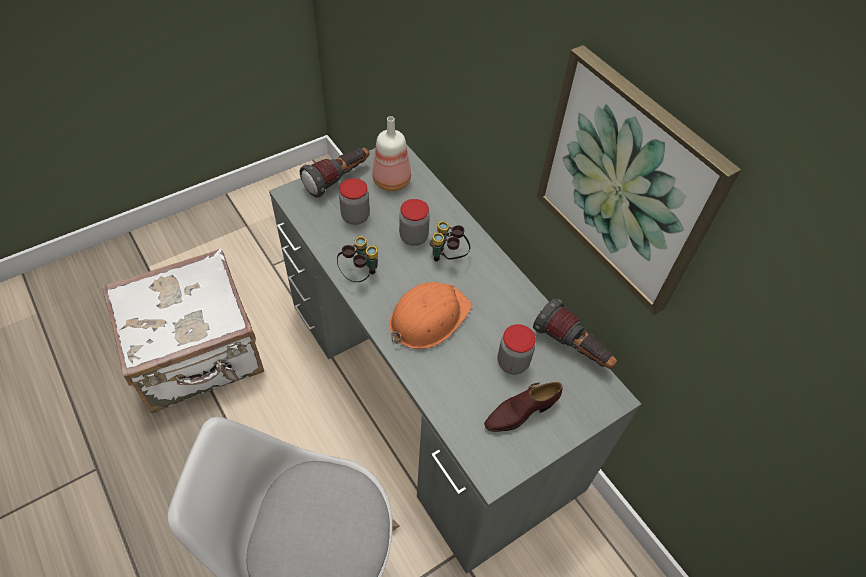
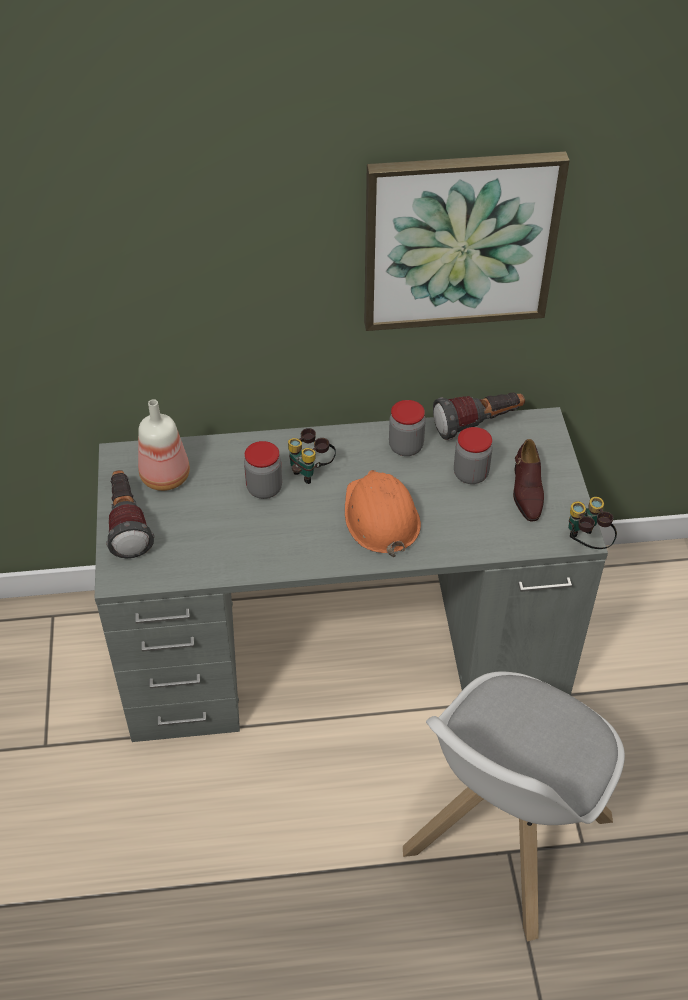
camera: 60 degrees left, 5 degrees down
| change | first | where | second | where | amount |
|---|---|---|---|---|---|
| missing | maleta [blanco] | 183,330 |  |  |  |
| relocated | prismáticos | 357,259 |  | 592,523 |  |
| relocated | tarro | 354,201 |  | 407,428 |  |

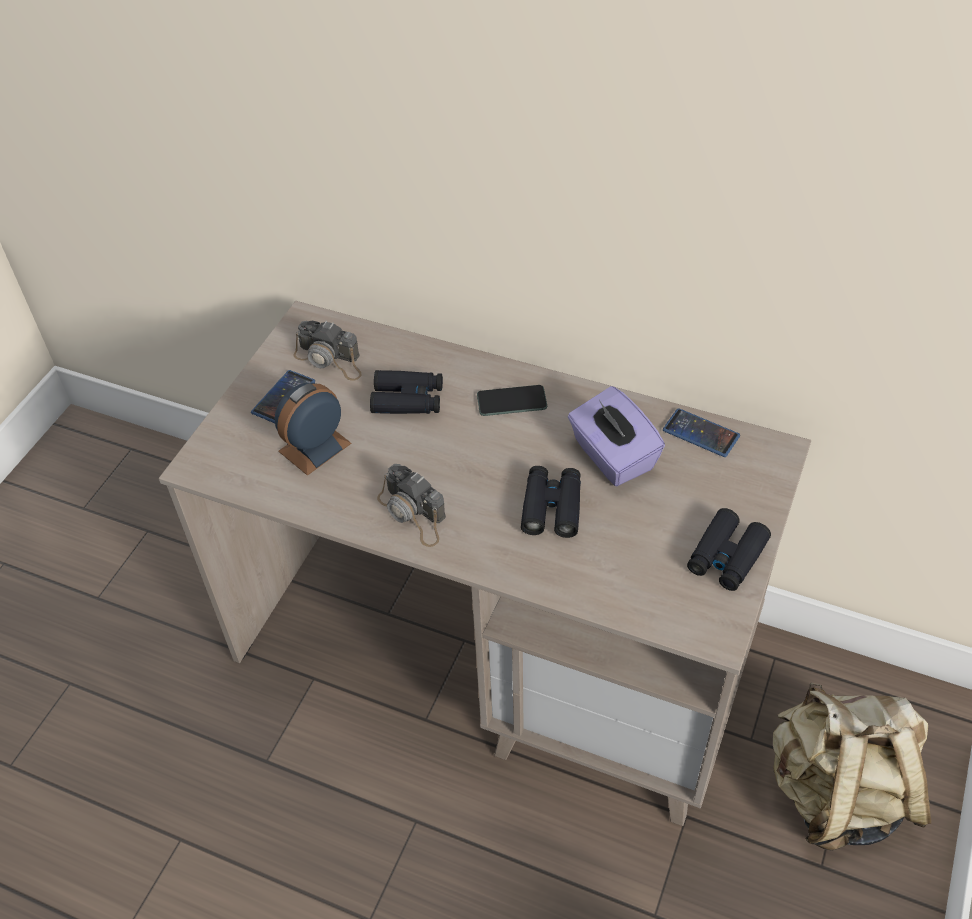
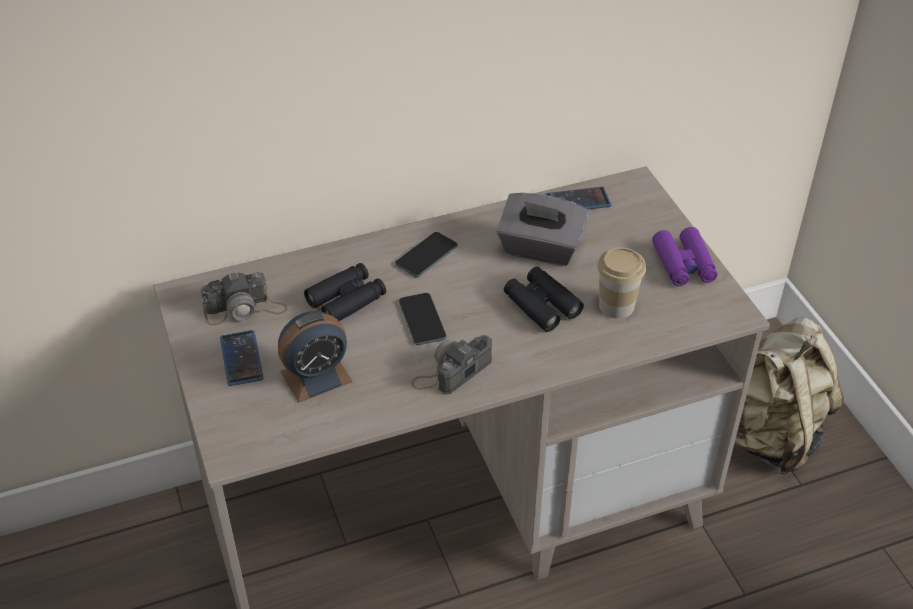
camera: 45 degrees left, 5 degrees down
| change | first | where | second | where | amount |
|---|---|---|---|---|---|
| spun | despertador | 313,429 |  | 315,357 | 120 degrees counterclockwise |
| spun | cámara | 411,505 |  | 451,365 | 135 degrees clockwise |
| colour | caja de pañuelos [morado] | 616,436 | caja de pañuelos [gris] | 543,229 |  |
| colour | prismáticos [negro] | 729,549 | prismáticos [morado] | 685,256 |  |
| appeared |  |  | móvil | 423,319 |  |
| appeared |  |  | taza | 621,283 |  |

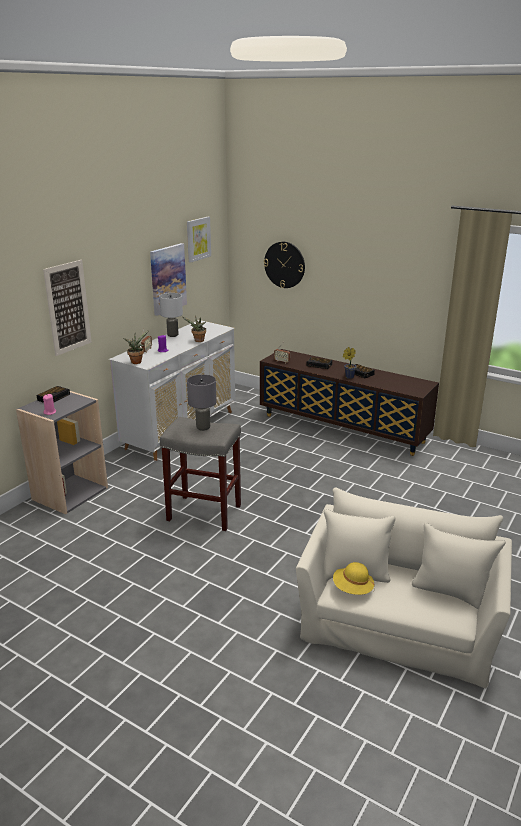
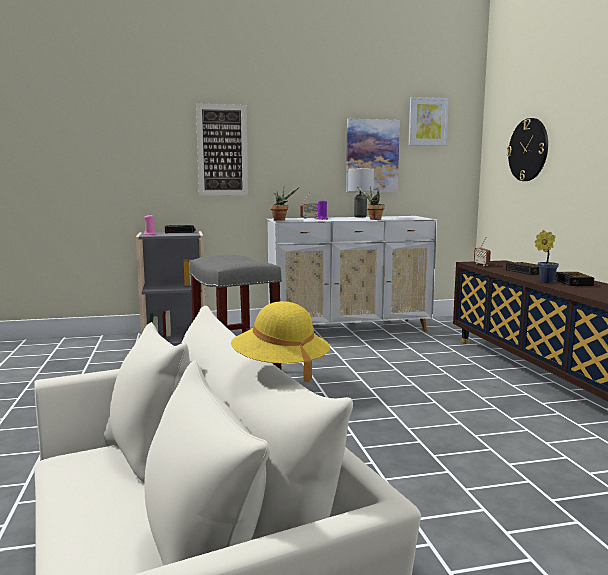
camera: 45 degrees right, 15 degrees down
| change | first | where | second | where | amount |
|---|---|---|---|---|---|
| missing | lámpara de mesa [gris] | 201,402 |  |  |  |
| relocated | sombrero [amarillo] | 354,578 |  | 280,342 |  |

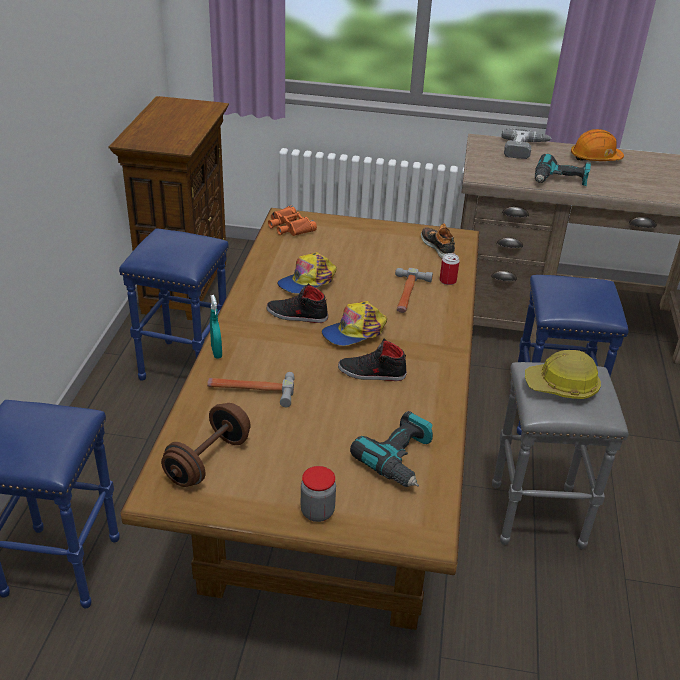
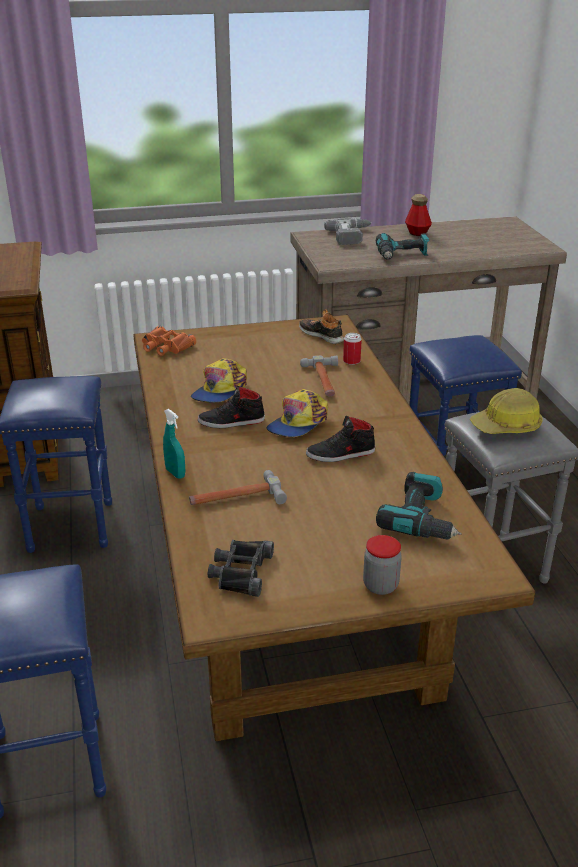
camera: 20 degrees left, 5 degrees down
| change | first | where | second | where | amount |
|---|---|---|---|---|---|
| exchanged | mancuerna [marrón] | 206,445 | prismáticos [negro] | 241,568 |  |
| exchanged | casco [naranja] | 597,145 | botella | 418,215 |  |

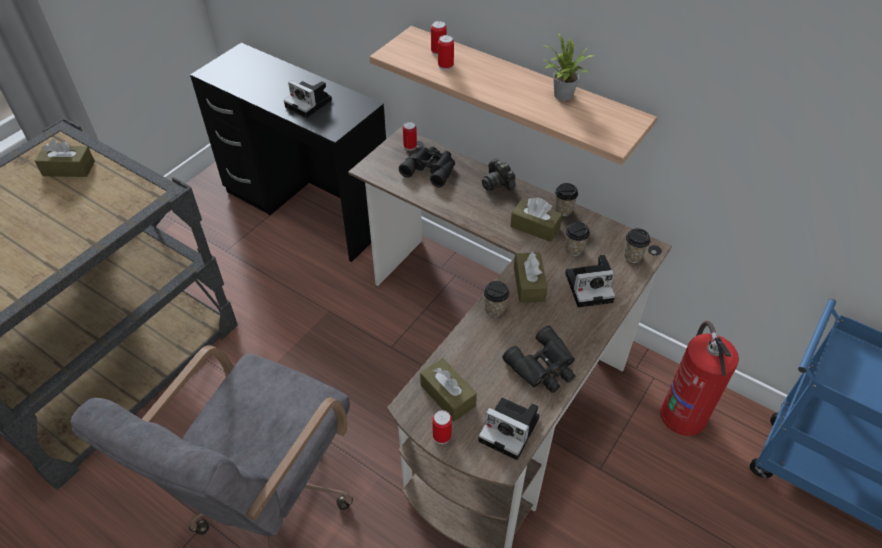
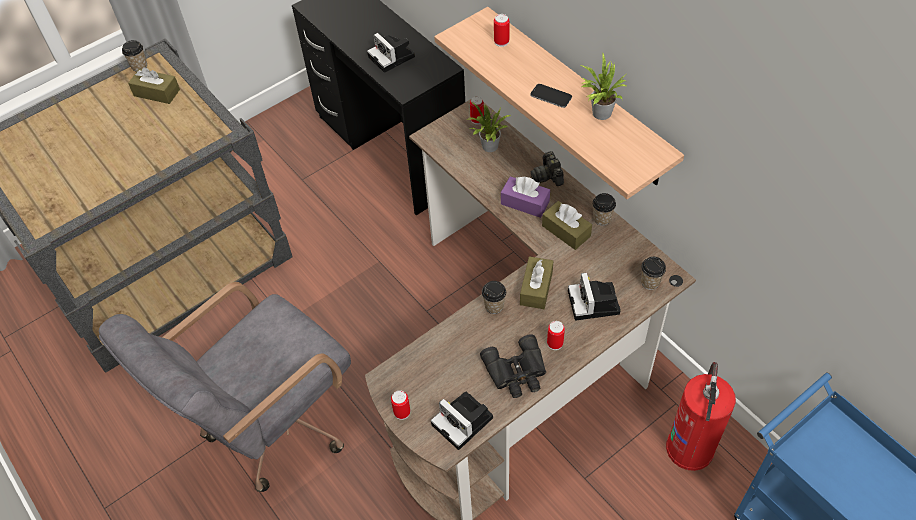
camera: 20 degrees right, 5 degrees up
| change | first | where | second | where | amount |
|---|---|---|---|---|---|
| exchanged | prismáticos [negro] | 427,167 | planta en maceta | 488,127 |  |
| missing | caja de pañuelos [marrón] | 448,390 |  |  |  |
| relocated | lata | 446,52 |  | 556,335 |  |
| relocated | taza | 577,239 |  | 134,55 |  |
| spun | cámara | 590,281 |  | 594,296 | 75 degrees clockwise |
| appeared |  |  | caja de pañuelos [morado] | 525,197 |  |
| appeared |  |  | móvil | 551,96 |  |

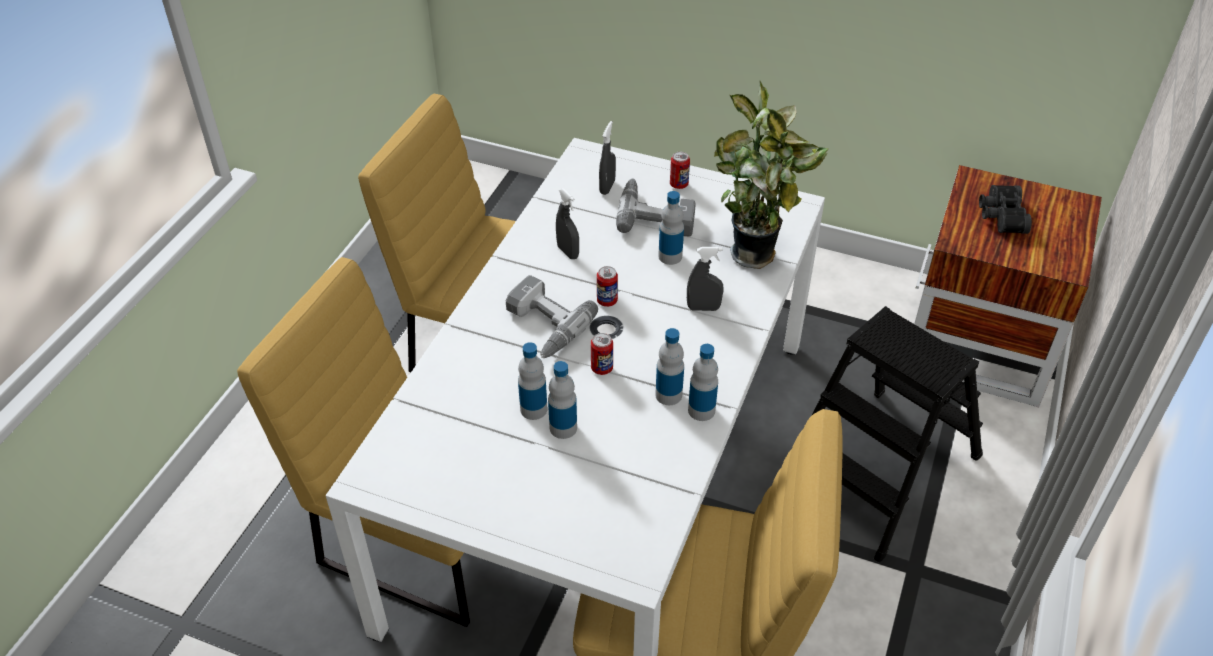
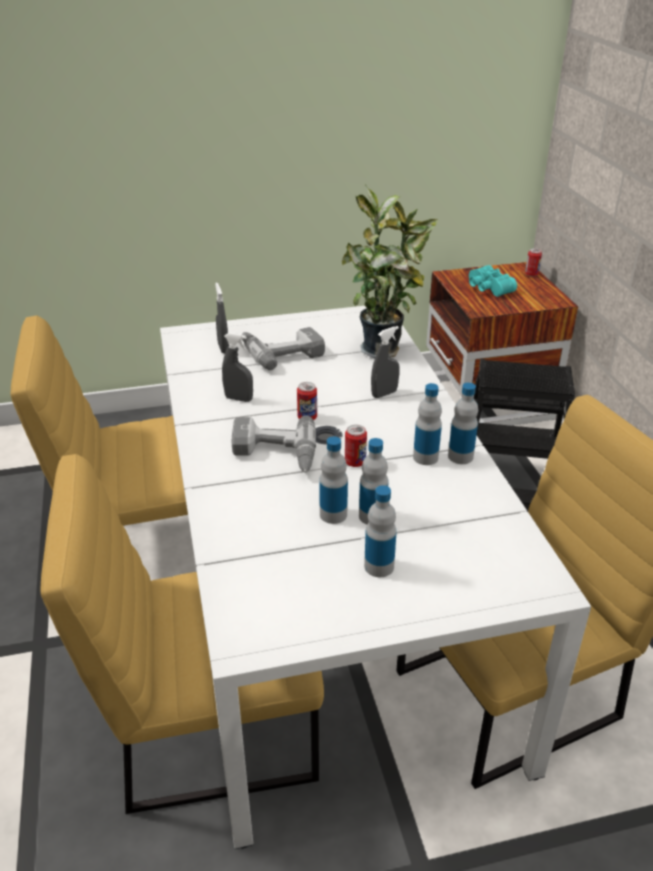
camera: 35 degrees left, 10 degrees down
| change | first | where | second | where | amount |
|---|---|---|---|---|---|
| relocated | botella | 671,228 |  | 380,531 |  |
| relocated | lata | 680,170 |  | 533,262 |  |
| colour | prismáticos [negro] | 1005,209 | prismáticos [turquesa] | 493,281 |  |

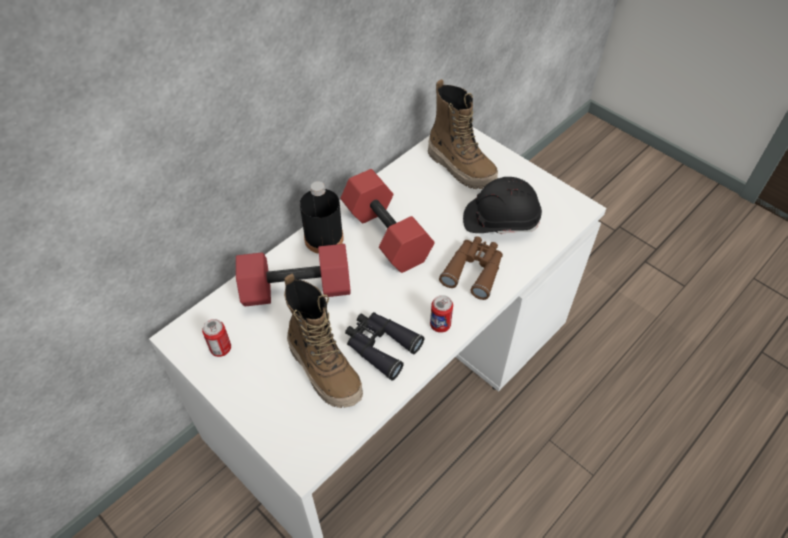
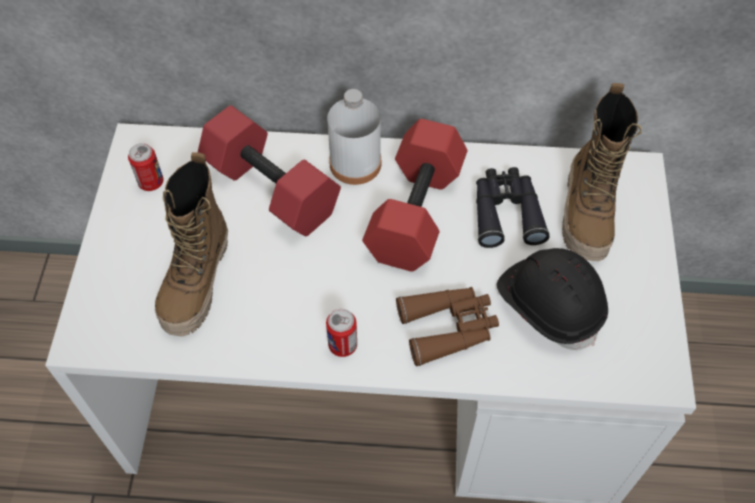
camera: 50 degrees right, 5 degrees up
| change | first | where | second | where | amount |
|---|---|---|---|---|---|
| colour | botella [negro] | 322,217 | botella [blanco] | 354,137 |  |
| relocated | prismáticos [negro] | 385,346 |  | 513,207 |  |

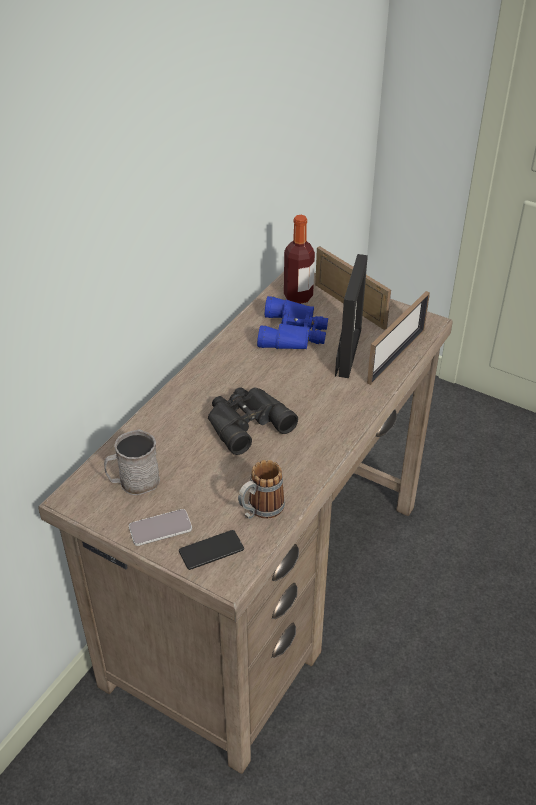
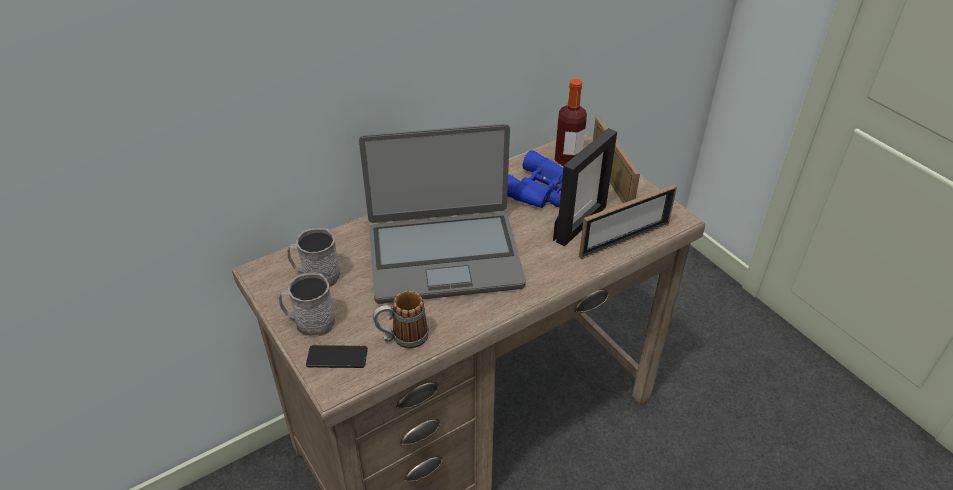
camera: 25 degrees right, 0 degrees up
| change | first | where | second | where | amount |
|---|---|---|---|---|---|
| exchanged | móvil | 160,527 | taza grande [gris] | 307,304 |  |
| exchanged | prismáticos [negro] | 253,421 | portátil | 442,214 |  |

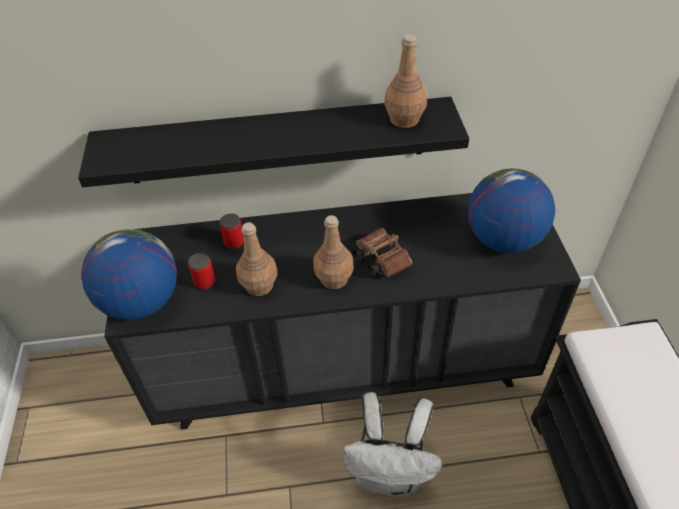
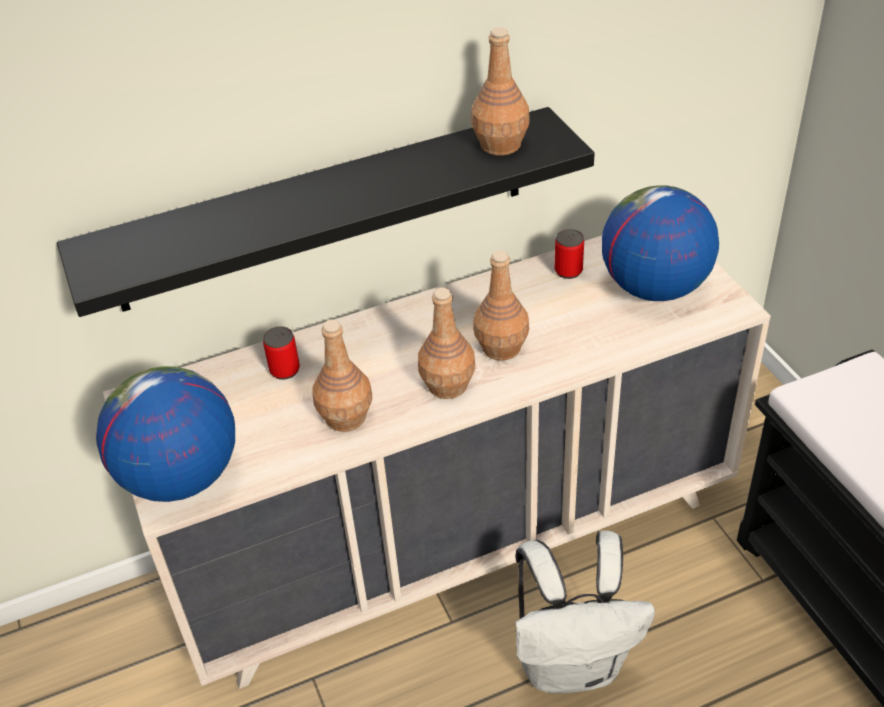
camera: 15 degrees left, 5 degrees down
| change | first | where | second | where | amount |
|---|---|---|---|---|---|
| colour | cómoda [negro] | 342,311 | cómoda [beis] | 437,462 |  |
| relocated | lata | 201,271 |  | 569,254 |  |
| exchanged | prismáticos [marrón] | 382,252 | botella [marrón] | 501,305 |  |

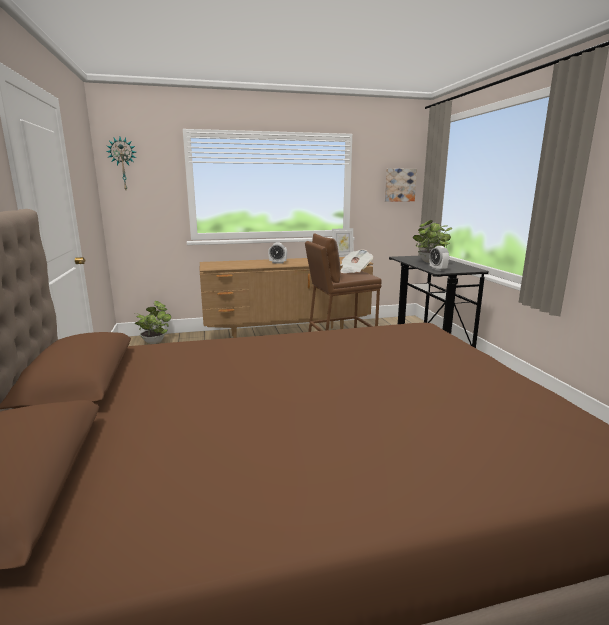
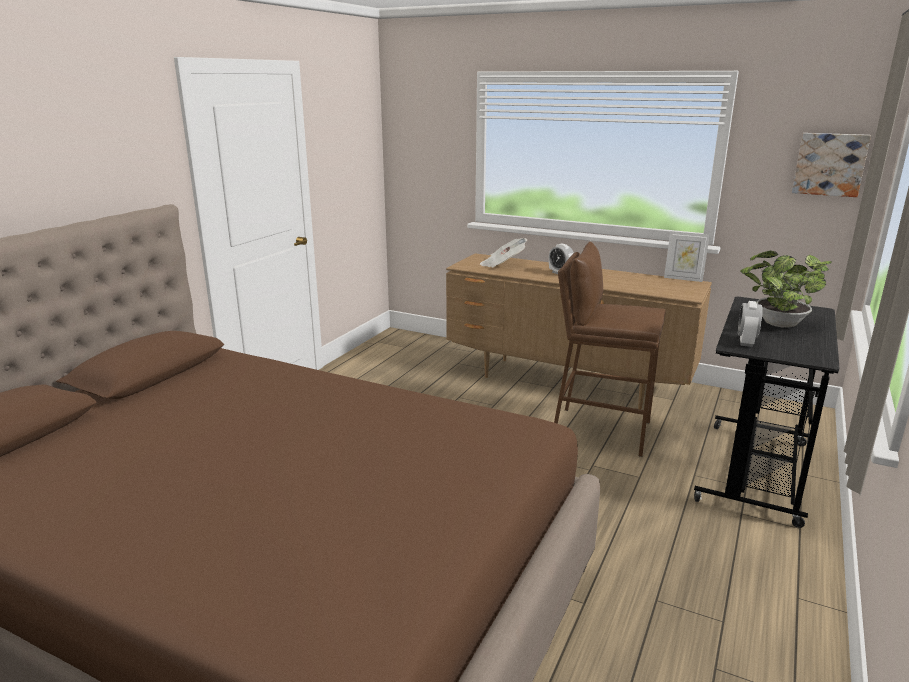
camera: 40 degrees right, 5 degrees up
| change | first | where | second | where | amount |
|---|---|---|---|---|---|
| missing | reloj de pared | 121,163 |  |  |  |
| missing | planta en maceta | 153,322 |  |  |  |
| relocated | periódico | 356,261 |  | 504,253 |  |

